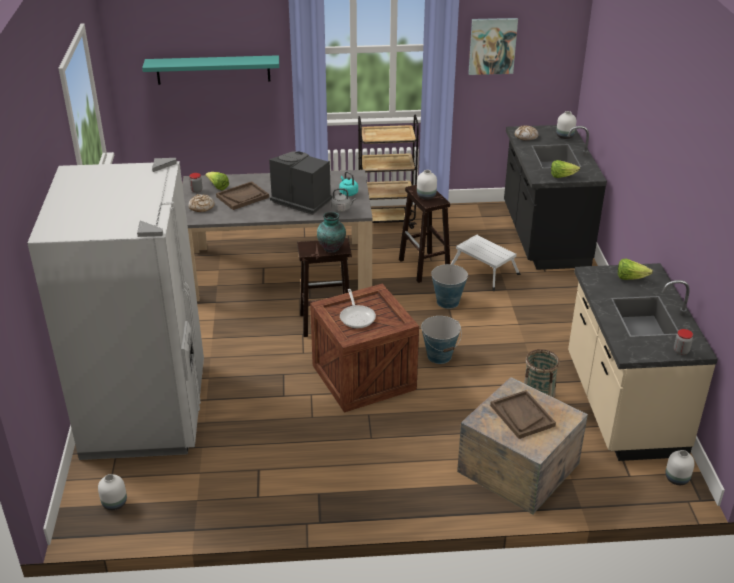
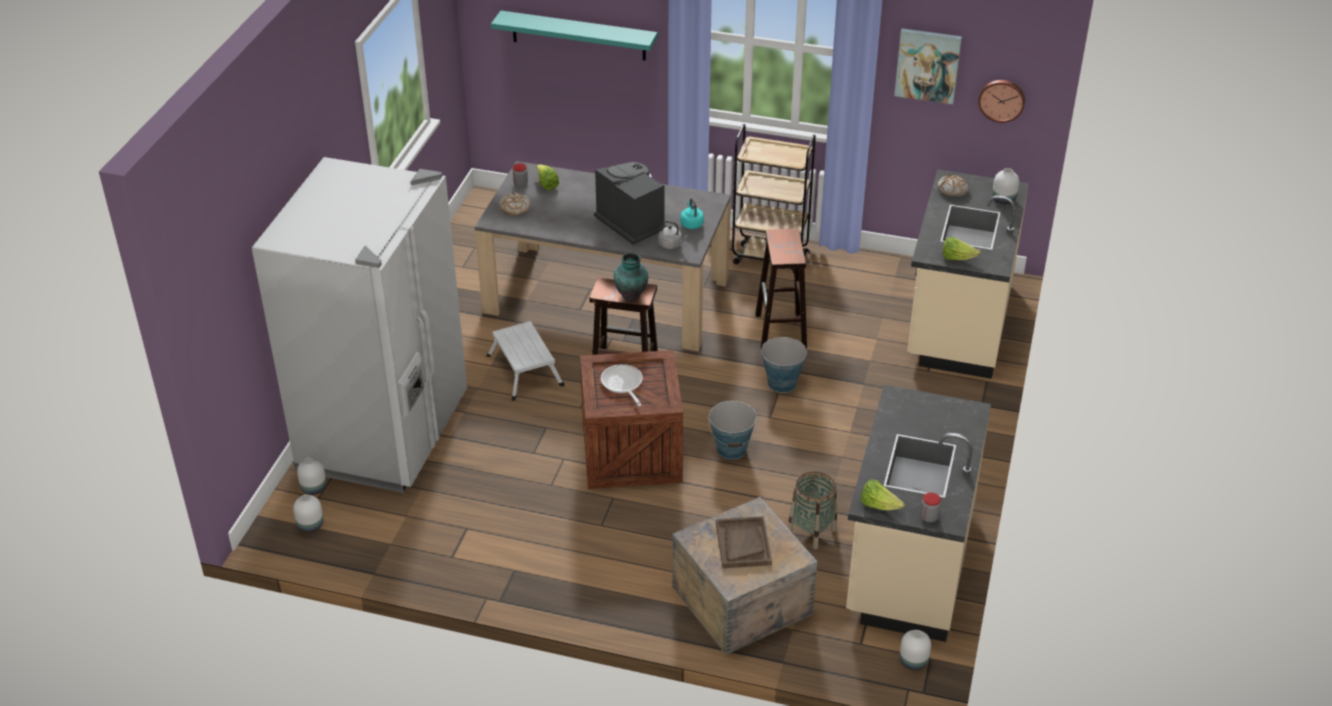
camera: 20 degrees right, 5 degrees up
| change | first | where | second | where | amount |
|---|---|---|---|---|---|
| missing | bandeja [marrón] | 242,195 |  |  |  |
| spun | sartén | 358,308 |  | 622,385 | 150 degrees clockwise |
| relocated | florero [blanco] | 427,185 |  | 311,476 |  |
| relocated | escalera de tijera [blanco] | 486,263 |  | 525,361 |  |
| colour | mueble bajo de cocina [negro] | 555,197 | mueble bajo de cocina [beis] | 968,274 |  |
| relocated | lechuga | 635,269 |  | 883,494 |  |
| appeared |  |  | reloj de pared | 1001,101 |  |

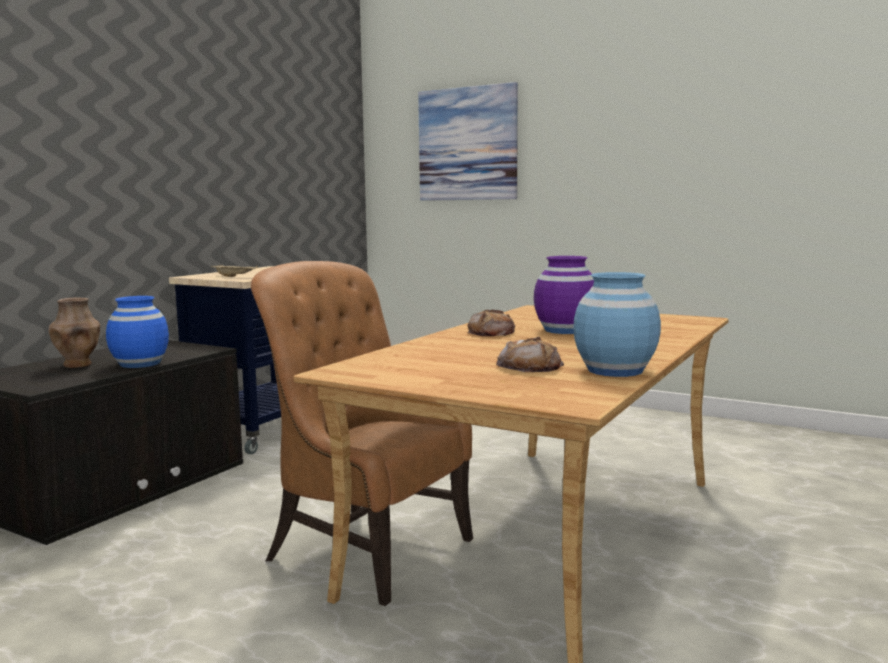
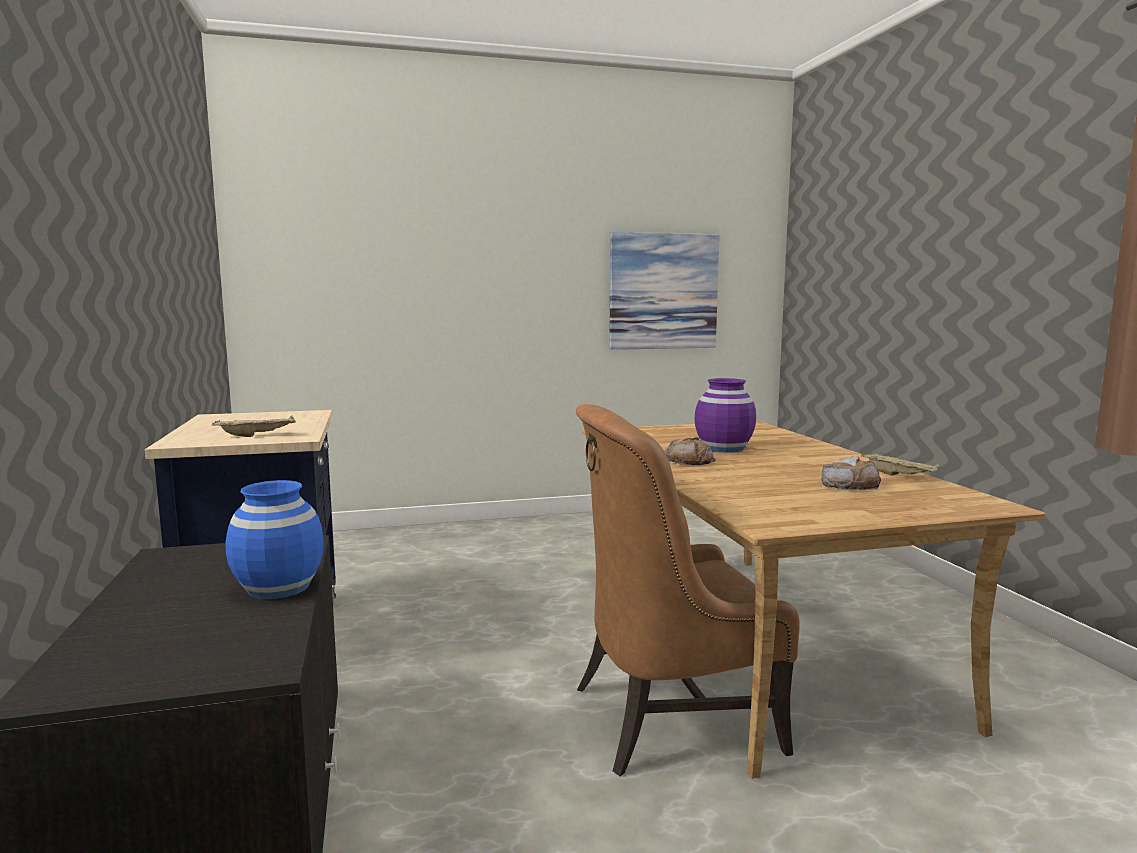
camera: 45 degrees left, 0 degrees up
| change | first | where | second | where | amount |
|---|---|---|---|---|---|
| missing | florero [marrón] | 74,333 |  |  |  |
| relocated | cuadro | 468,141 |  | 664,291 |  |
| exchanged | florero [azul] | 617,324 | bandeja [beis] | 900,463 |  |

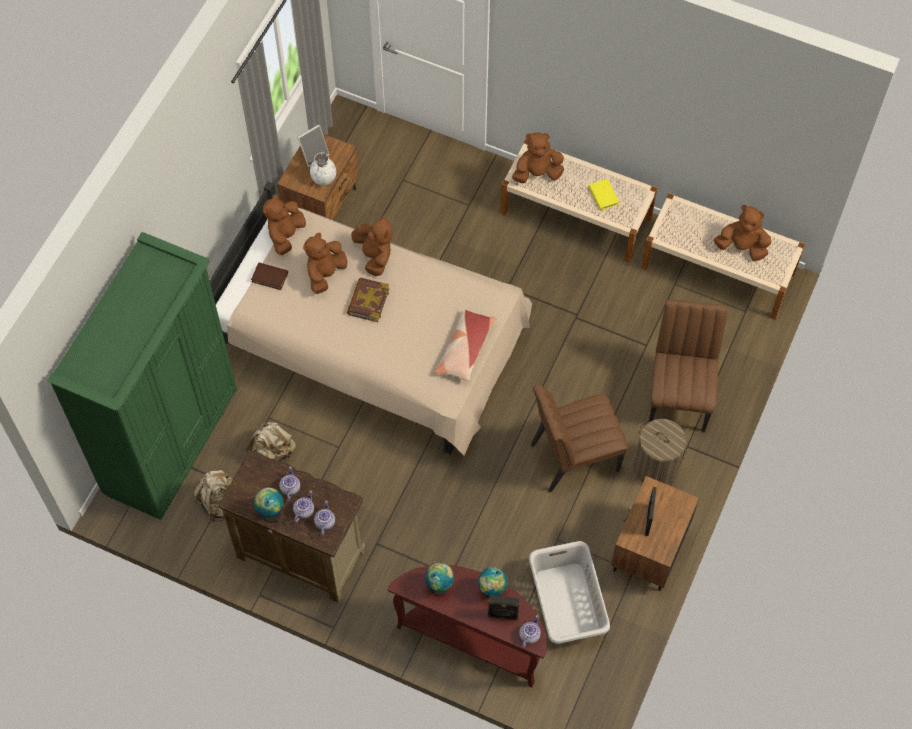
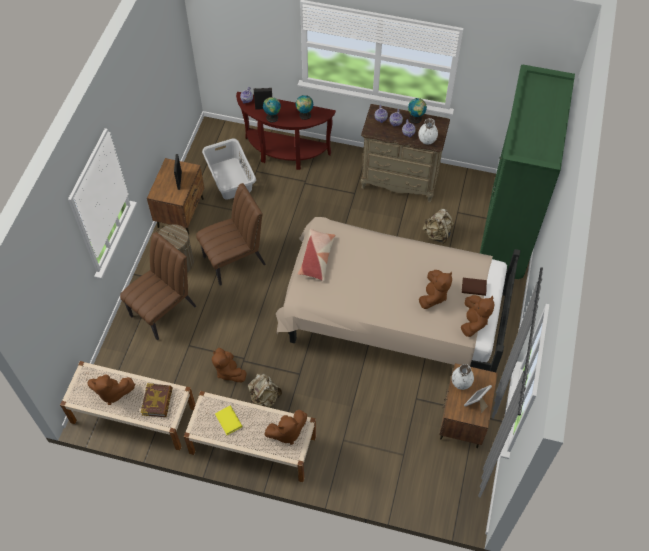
camera: 170 degrees right, 5 degrees down
| change | first | where | second | where | amount |
|---|---|---|---|---|---|
| relocated | mochila [beis] | 213,496 |  | 265,390 |  |
| relocated | libro | 368,300 |  | 157,400 |  |
| relocated | peluche [marrón] | 371,245 |  | 229,365 |  |
| spun | silla [marrón] | 688,365 |  | 158,286 | 135 degrees counterclockwise |
| appeared |  |  | florero [blanco] | 428,131 |  |

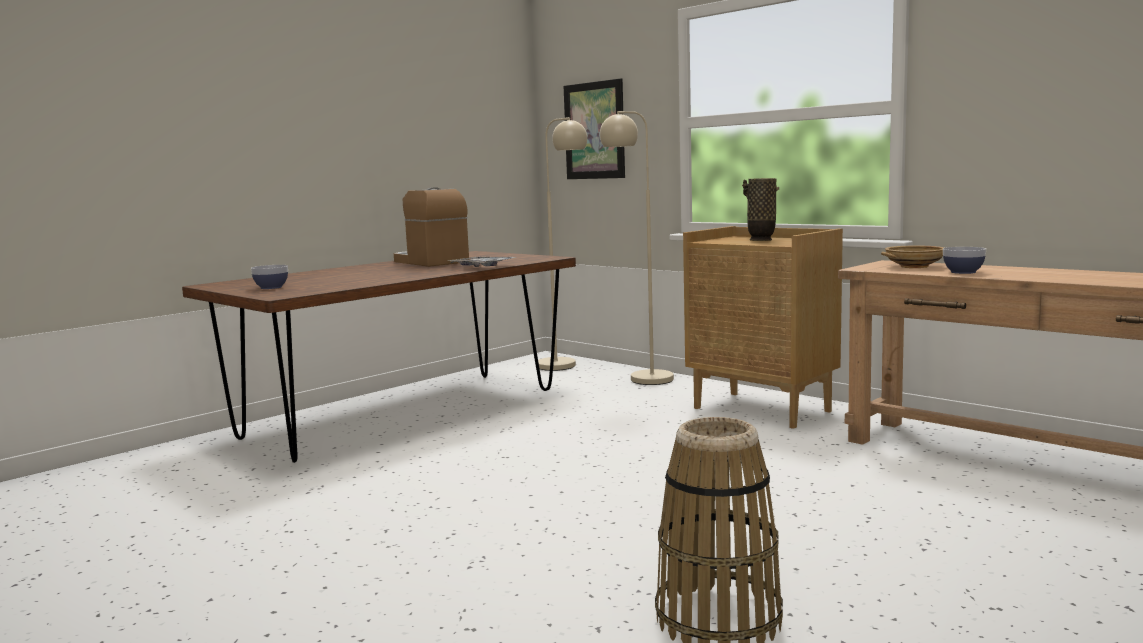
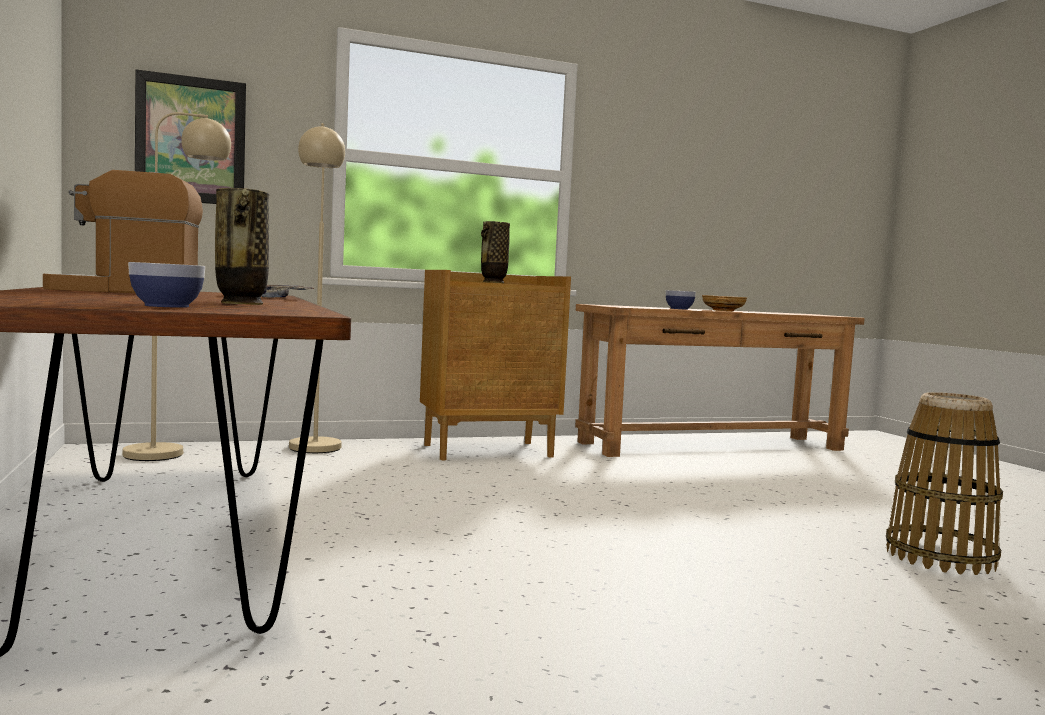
camera: 65 degrees left, 5 degrees down
| change | first | where | second | where | amount |
|---|---|---|---|---|---|
| relocated | cuenco [beis] | 912,256 |  | 724,303 |  |
| appeared |  |  | florero | 242,246 |  |

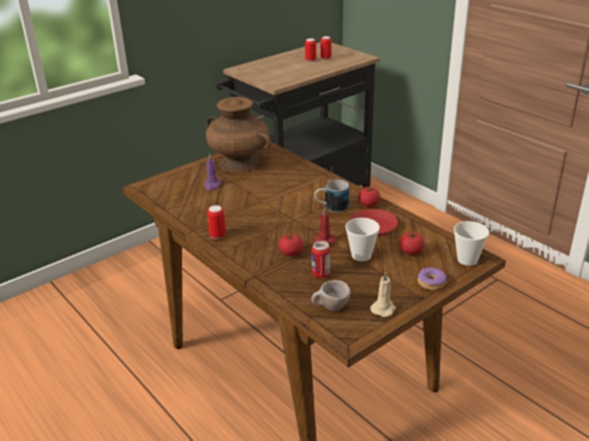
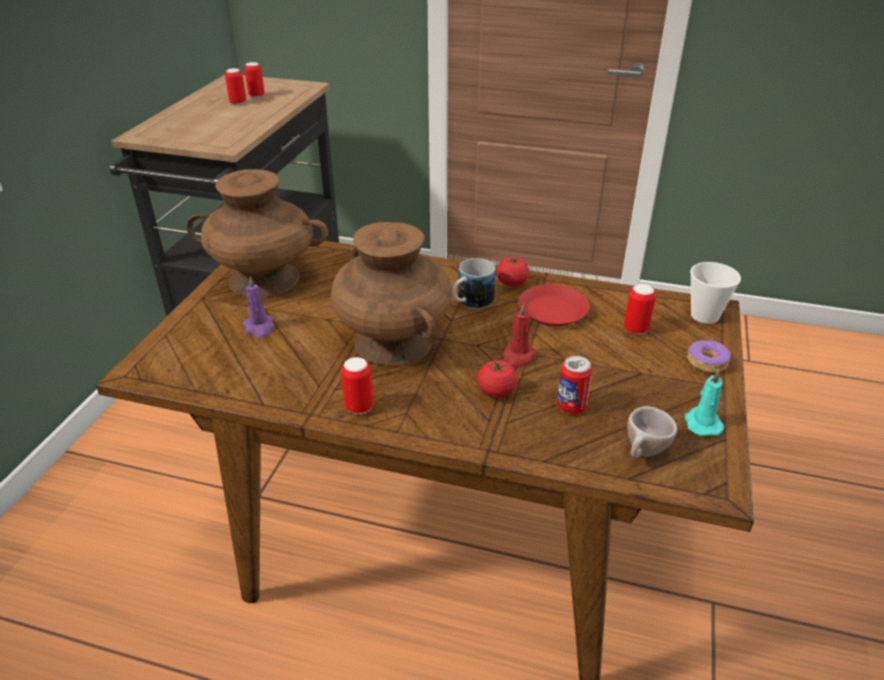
camera: 35 degrees left, 5 degrees up
| change | first | where | second | where | amount |
|---|---|---|---|---|---|
| missing | taza | 362,239 |  |  |  |
| colour | vela [beis] | 383,294 | vela [turquesa] | 704,402 |  |
| exchanged | tomate | 411,243 | lata | 640,309 |  |
| appeared |  |  | florero [marrón] | 391,294 |  |

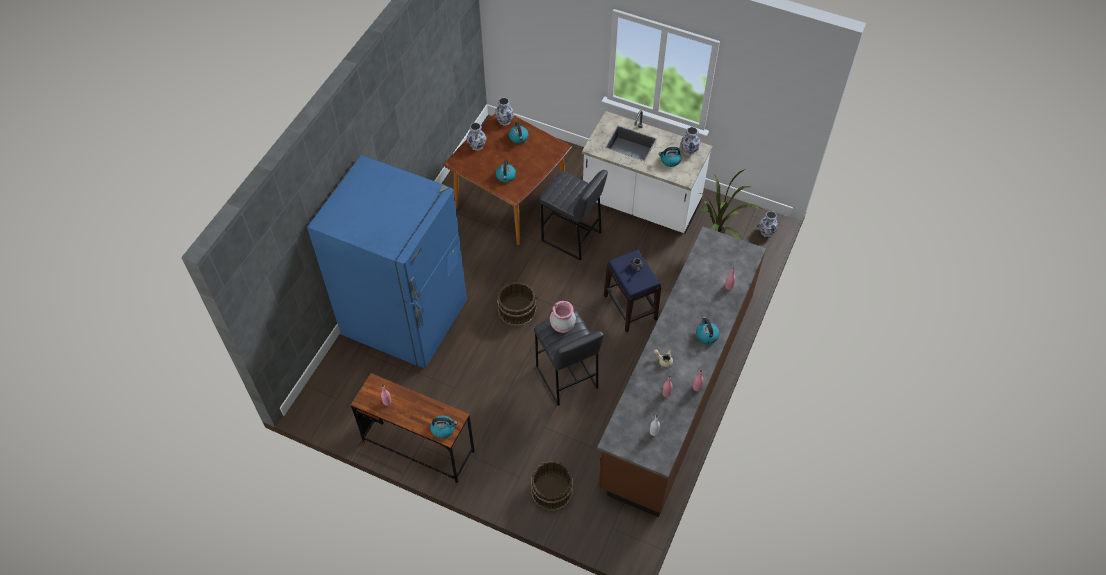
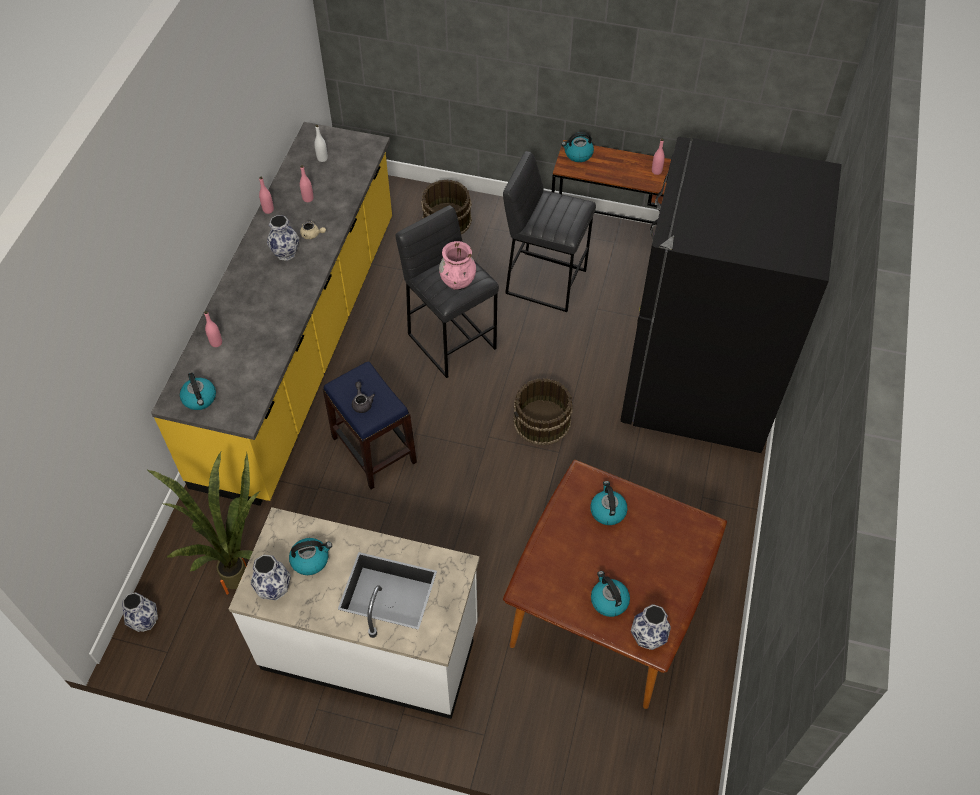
camera: 170 degrees right, 0 degrees up
| change | first | where | second | where | amount |
|---|---|---|---|---|---|
| colour | nevera [azul] | 387,261 | nevera [negro] | 731,295 |  |
| relocated | florero | 477,137 |  | 283,238 |  |
| relocated | taburete [gris] | 574,215 |  | 549,231 |  |
| colour | mueble bajo de cocina [marrón] | 681,372 | mueble bajo de cocina [amarillo] | 271,314 |  |
| relocated | hervidor | 707,330 |  | 198,391 |  |

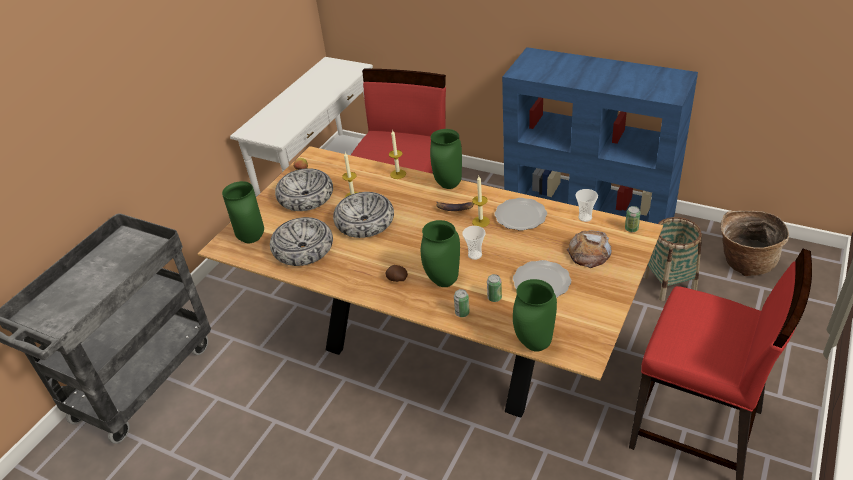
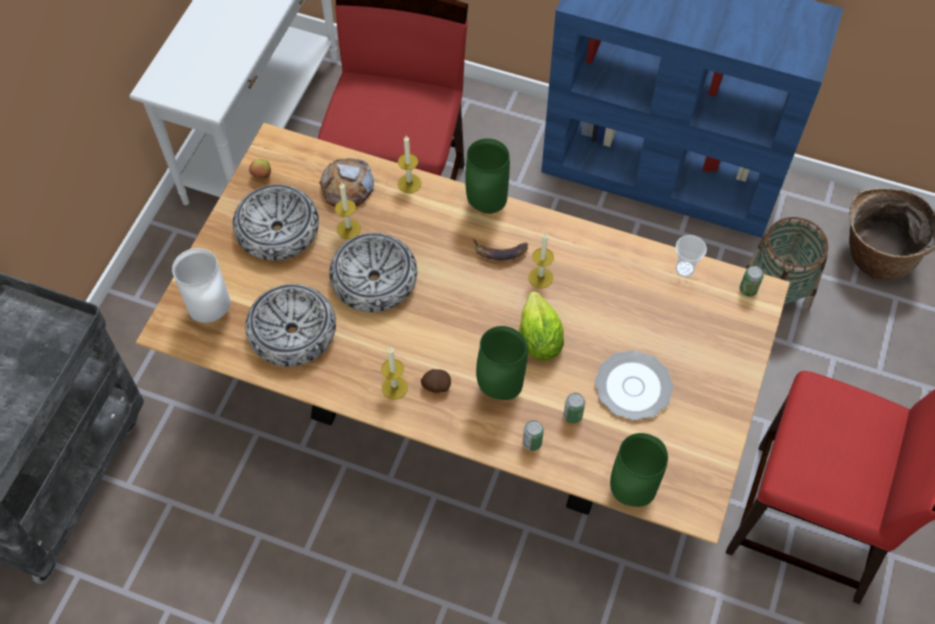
camera: 10 degrees left, 20 degrees up
| change | first | where | second | where | amount |
|---|---|---|---|---|---|
| colour | florero [verde] | 243,212 | florero [blanco] | 201,285 |  |
| exchanged | taza | 474,243 | lechuga | 541,326 |  |
| missing | plato | 521,214 |  |  |  |
| relocated | pan | 589,249 |  | 346,182 |  |
| appeared |  |  | vela | 394,374 |  |

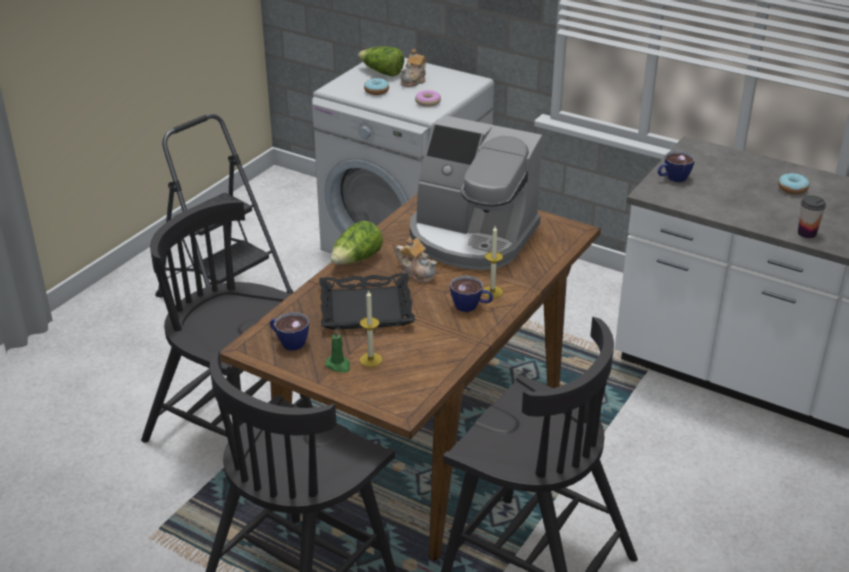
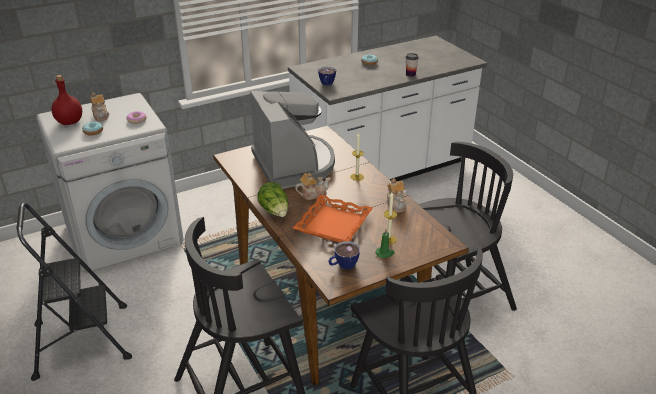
camera: 60 degrees left, 0 degrees up
| change | first | where | second | where | amount |
|---|---|---|---|---|---|
| colour | bandeja [negro] | 367,301 | bandeja [naranja] | 333,218 |  |
| exchanged | lechuga | 381,61 | botella [rojo] | 66,100 |  |
| spun | cafetera | 476,192 |  | 292,140 | 75 degrees counterclockwise |
| missing | taza | 471,294 |  |  |  |
| appeared |  |  | tetera | 397,195 |  |

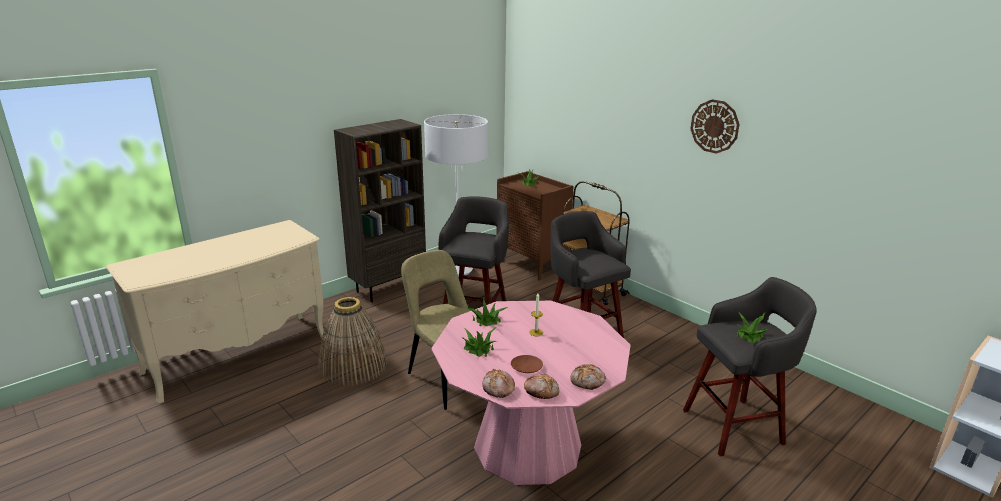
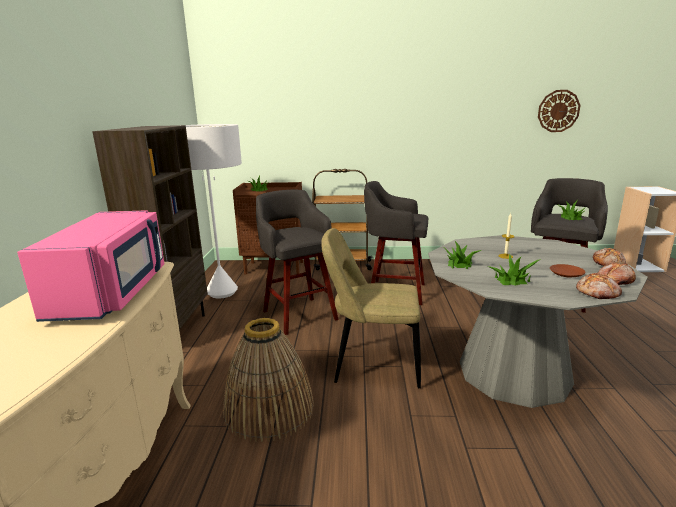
camera: 45 degrees left, 5 degrees down
| change | first | where | second | where | amount |
|---|---|---|---|---|---|
| colour | mesa de comedor [rosa] | 531,393 | mesa de comedor [gris] | 538,321 |  |
| relocated | reloj de pared | 715,126 |  | 559,111 |  |
| appeared |  |  | microondas [rosa] | 91,266 |  |

